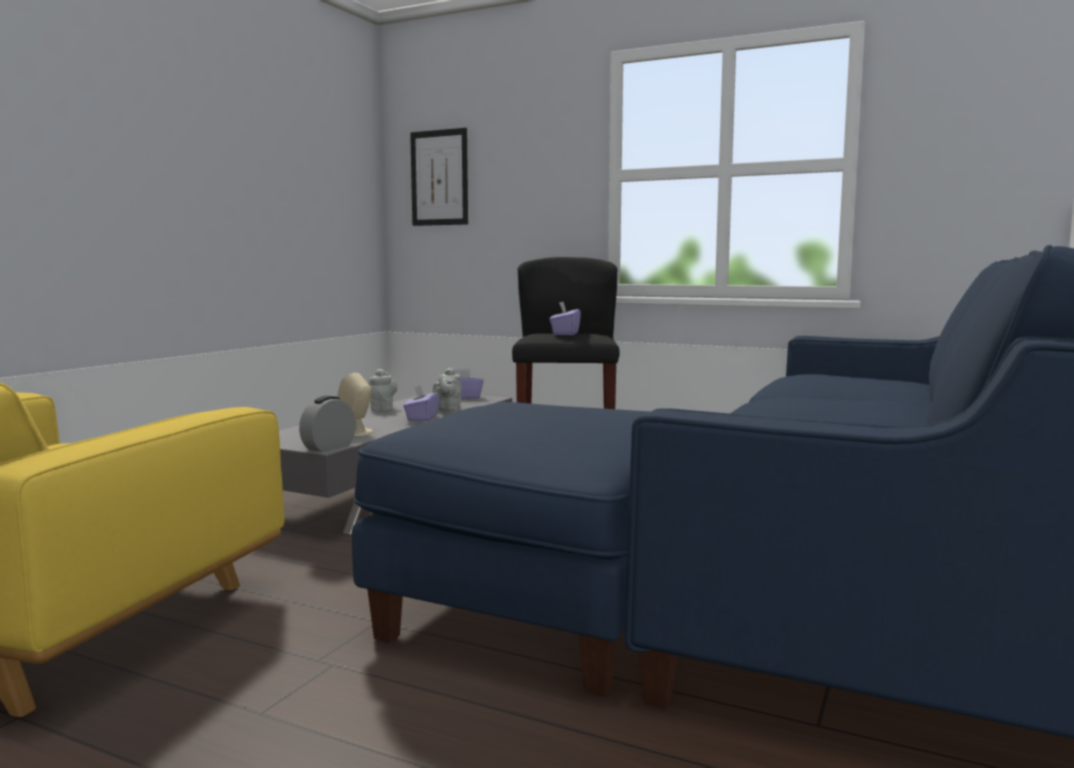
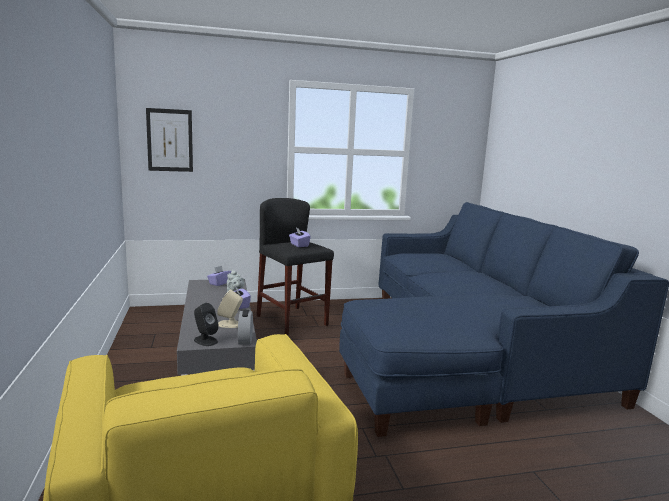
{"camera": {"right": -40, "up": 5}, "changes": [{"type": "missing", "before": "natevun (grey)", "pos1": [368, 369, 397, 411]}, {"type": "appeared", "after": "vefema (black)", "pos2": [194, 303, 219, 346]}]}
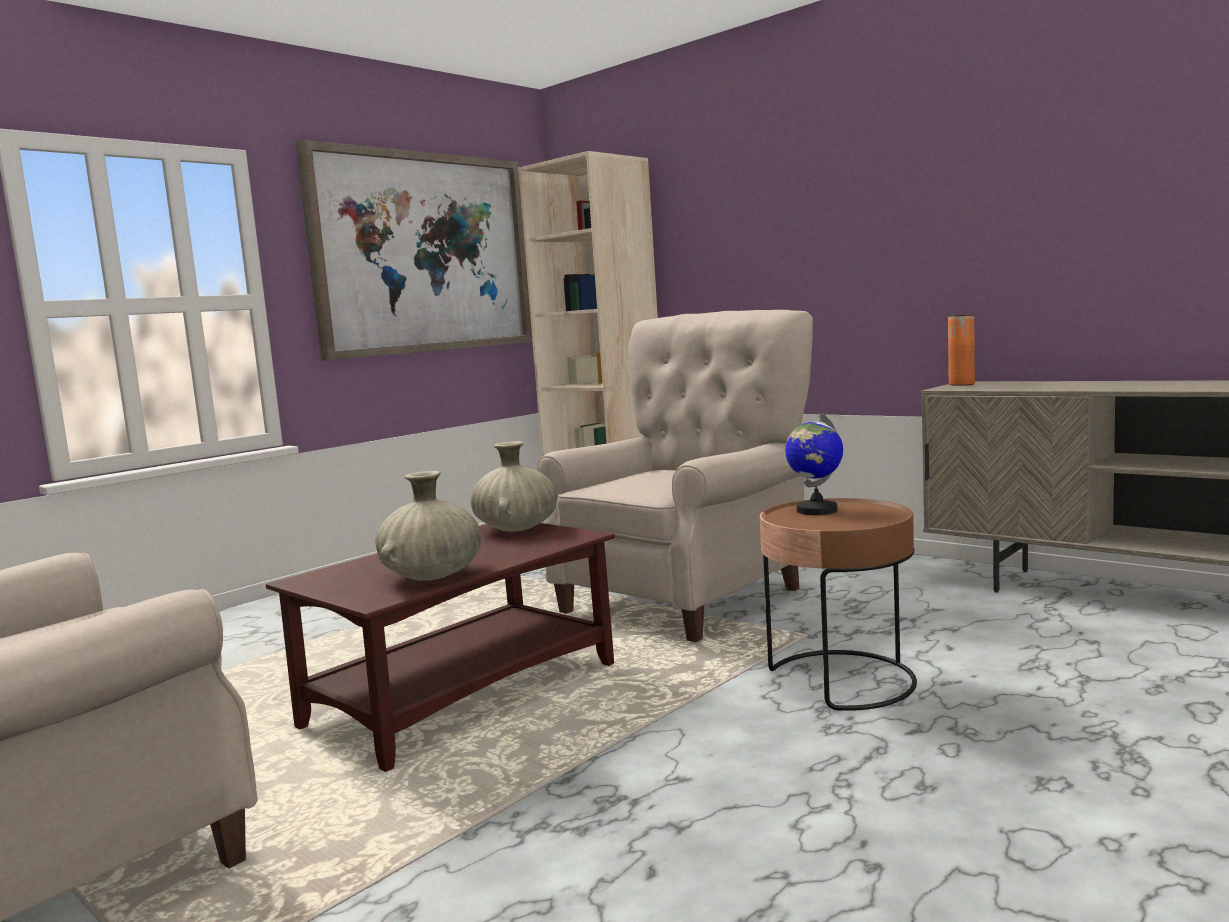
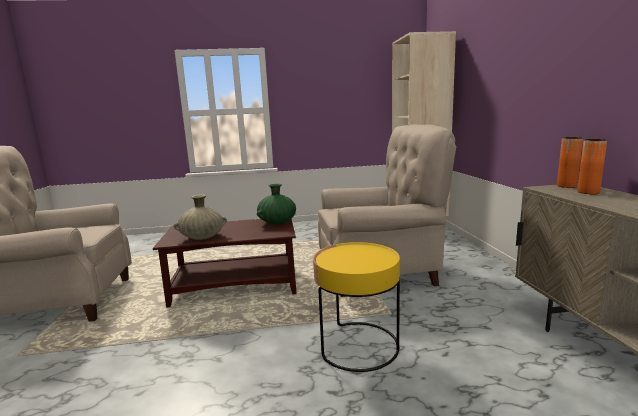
{"camera": {"right": 40, "up": 5}, "changes": [{"type": "missing", "before": "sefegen", "pos1": [295, 140, 533, 361]}, {"type": "colour", "before": "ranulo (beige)", "after": "ranulo (green)", "pos1": [471, 441, 557, 532], "pos2": [257, 184, 296, 224]}, {"type": "colour", "before": "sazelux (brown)", "after": "sazelux (yellow)", "pos1": [760, 498, 917, 711], "pos2": [313, 242, 400, 372]}, {"type": "missing", "before": "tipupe", "pos1": [785, 413, 843, 515]}, {"type": "appeared", "after": "ranulo (orange)", "pos2": [577, 139, 607, 194]}]}
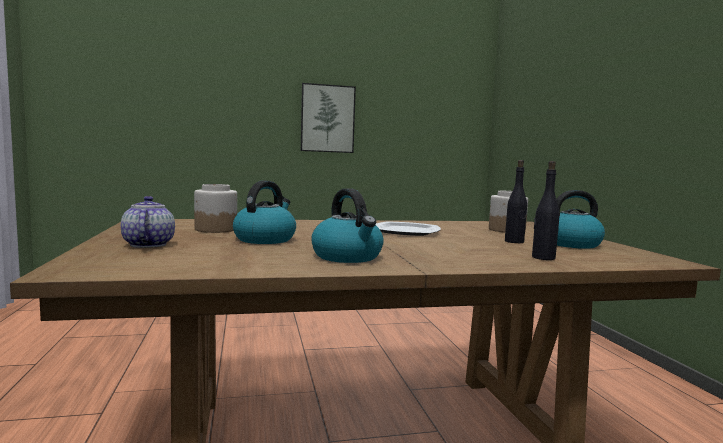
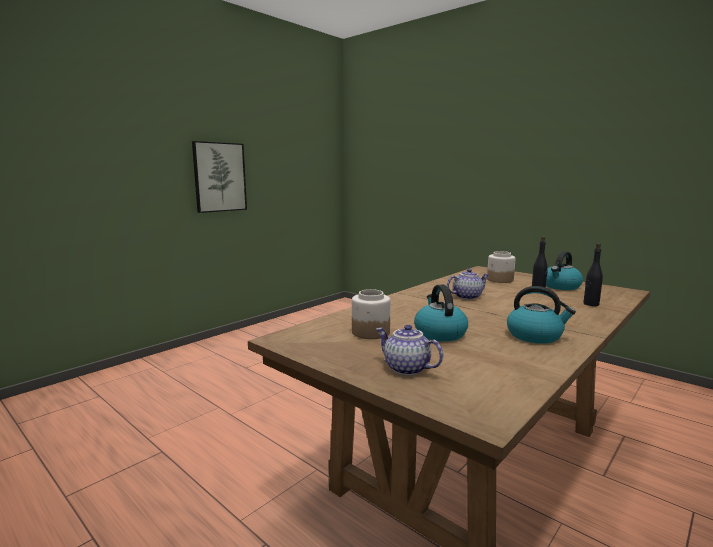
{"camera": {"right": -35, "up": 5}, "changes": [{"type": "exchanged", "before": "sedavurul", "after": "natevun", "pos1": [376, 221, 441, 236], "pos2": [447, 269, 489, 300]}]}
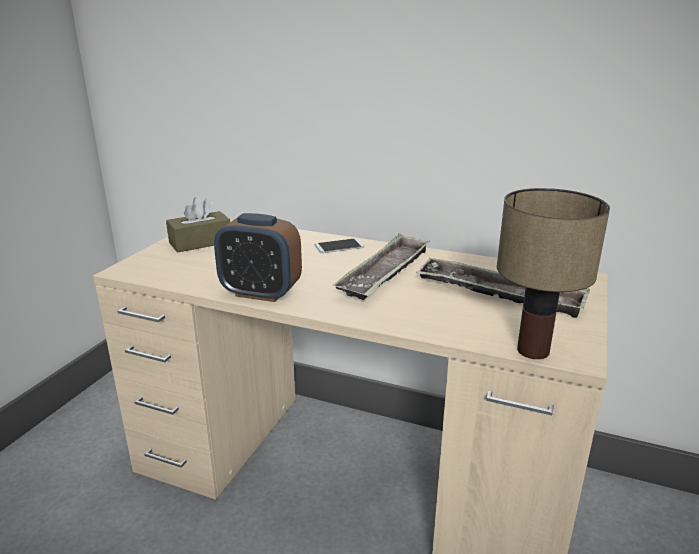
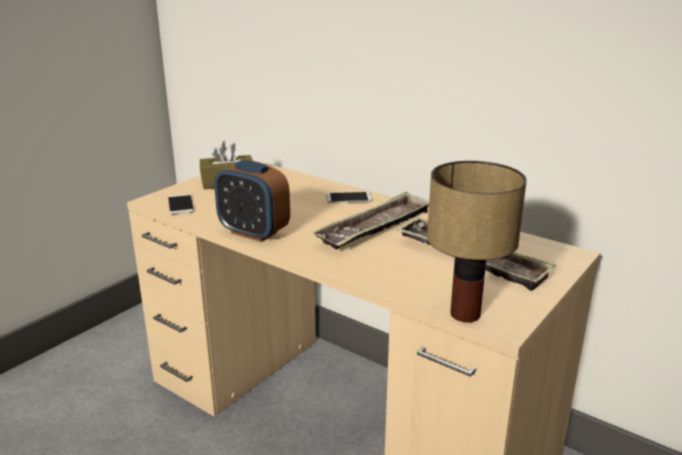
{"camera": {"right": 15, "up": 0}, "changes": [{"type": "appeared", "after": "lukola", "pos2": [168, 194, 194, 214]}]}
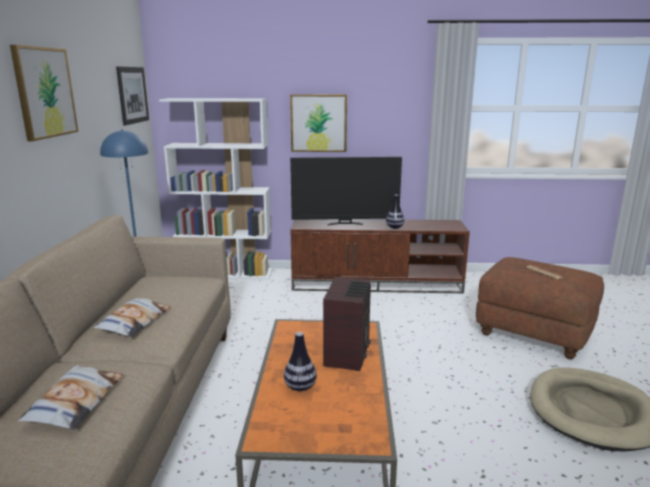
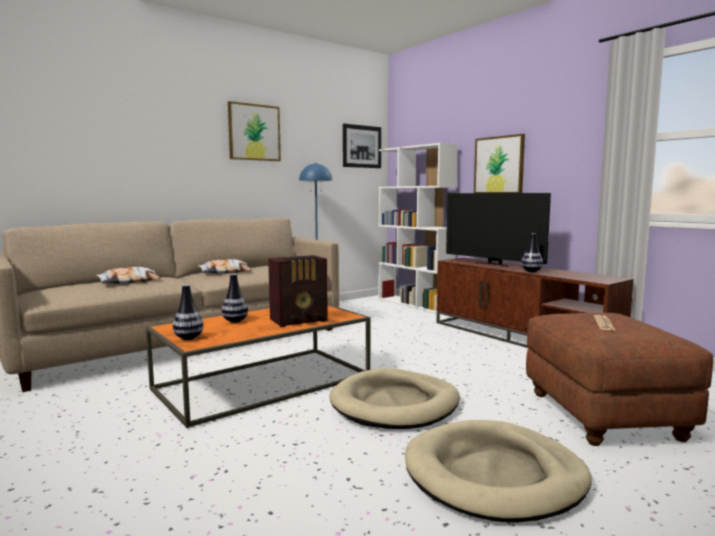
{"camera": {"right": 50, "up": -10}, "changes": [{"type": "appeared", "after": "ranulo", "pos2": [173, 285, 203, 340]}, {"type": "appeared", "after": "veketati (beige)", "pos2": [329, 368, 460, 429]}]}
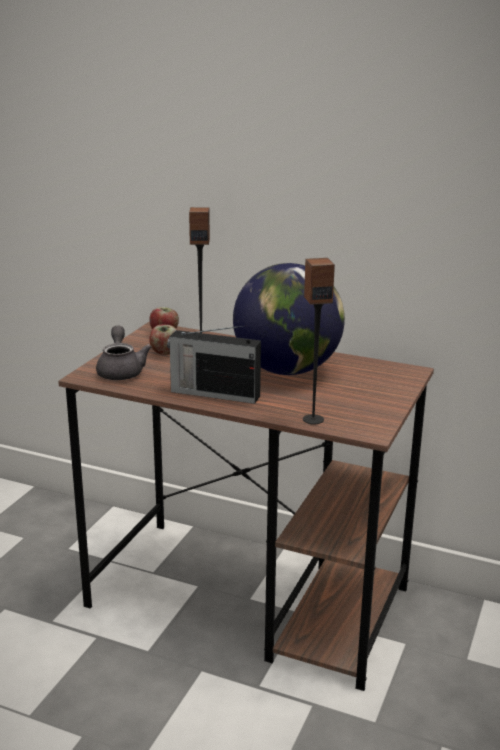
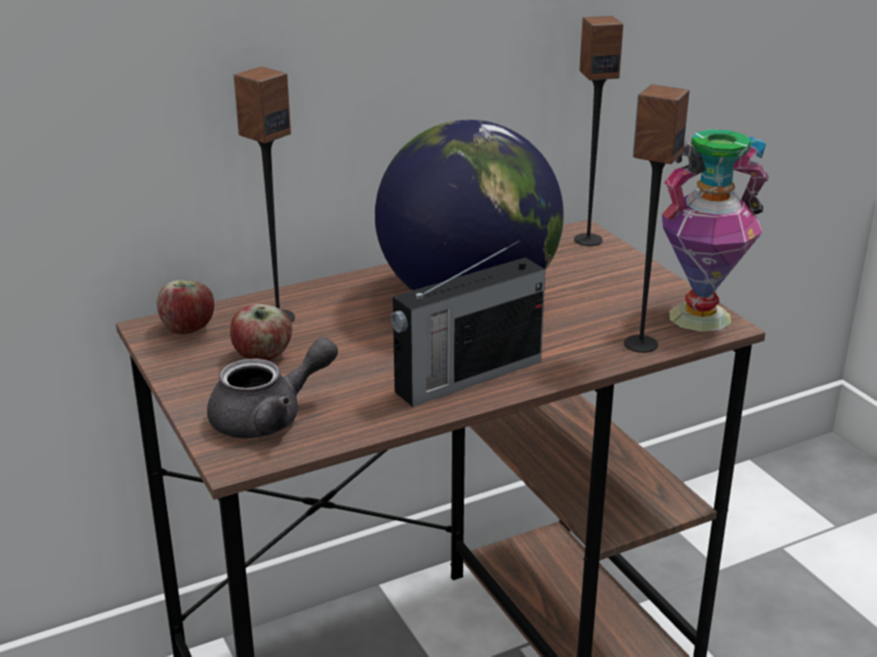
{"camera": {"right": -50, "up": 5}, "changes": [{"type": "spun", "before": "natevun (grey)", "pos1": [96, 325, 152, 380], "pos2": [207, 337, 338, 438], "turn": 120}, {"type": "appeared", "after": "vefema", "pos2": [574, 16, 623, 246]}, {"type": "appeared", "after": "ranulo", "pos2": [662, 129, 769, 332]}]}
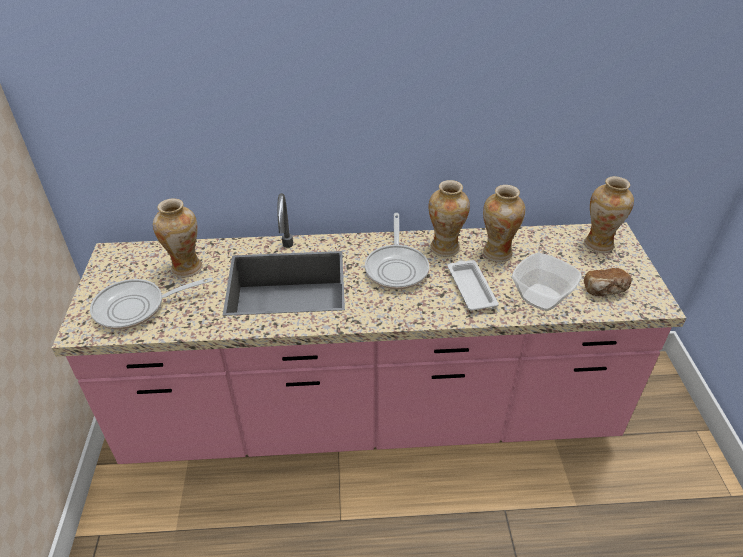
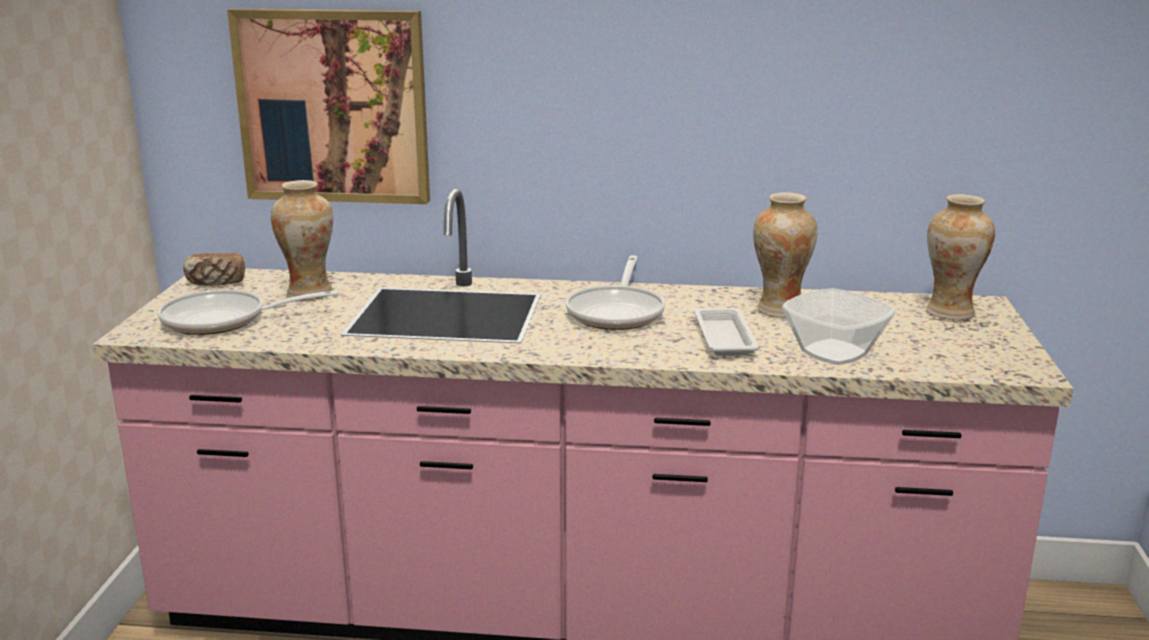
{"camera": {"right": 10, "up": -20}, "changes": [{"type": "missing", "before": "ranulo", "pos1": [428, 180, 470, 257]}, {"type": "relocated", "before": "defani", "pos1": [584, 268, 631, 296], "pos2": [183, 253, 245, 286]}, {"type": "appeared", "after": "sefegen", "pos2": [227, 9, 430, 204]}]}
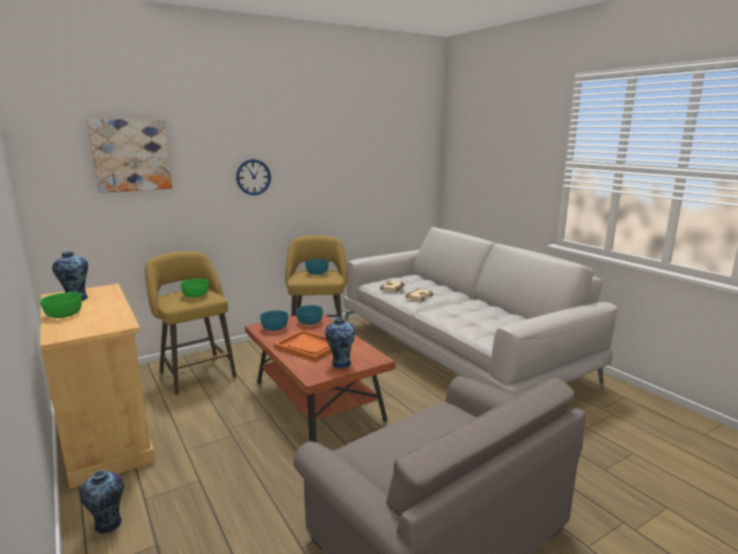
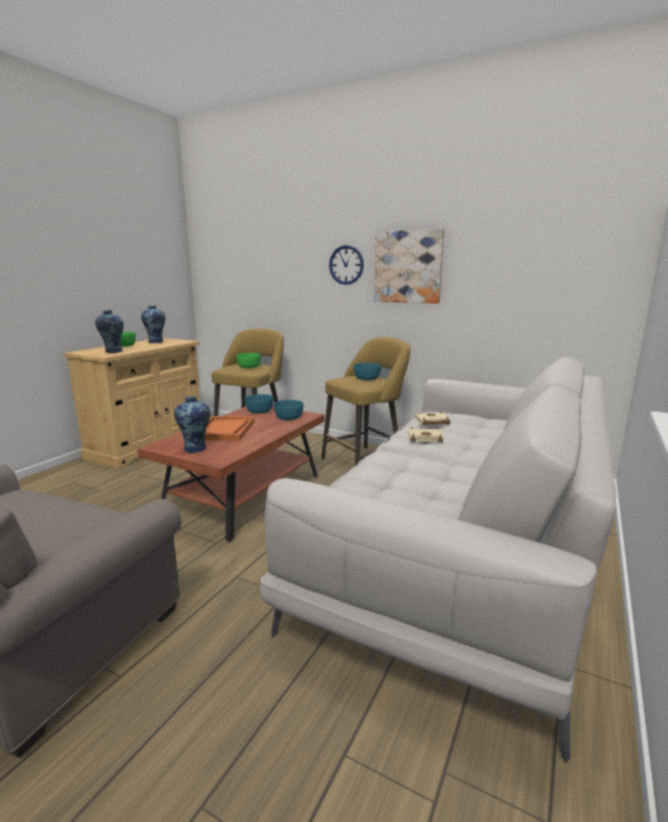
{"camera": {"right": 60, "up": 0}, "changes": [{"type": "relocated", "before": "ranulo", "pos1": [79, 470, 124, 534], "pos2": [95, 310, 124, 353]}, {"type": "relocated", "before": "sefegen", "pos1": [87, 119, 172, 193], "pos2": [374, 229, 444, 303]}]}
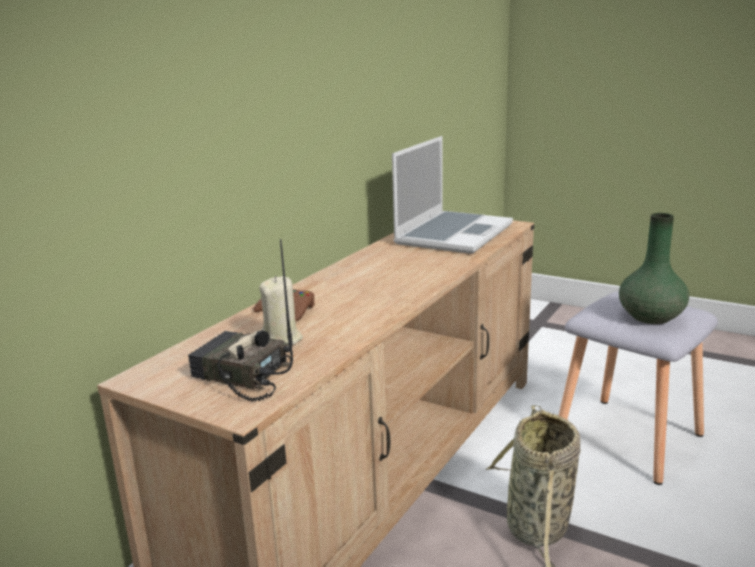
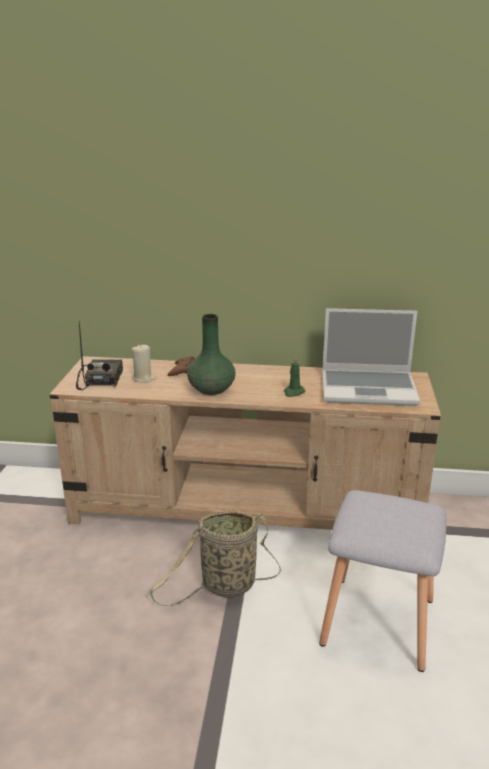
{"camera": {"right": 65, "up": 5}, "changes": [{"type": "relocated", "before": "ranulo (green)", "pos1": [619, 213, 689, 324], "pos2": [187, 314, 235, 395]}, {"type": "appeared", "after": "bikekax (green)", "pos2": [284, 357, 306, 397]}]}
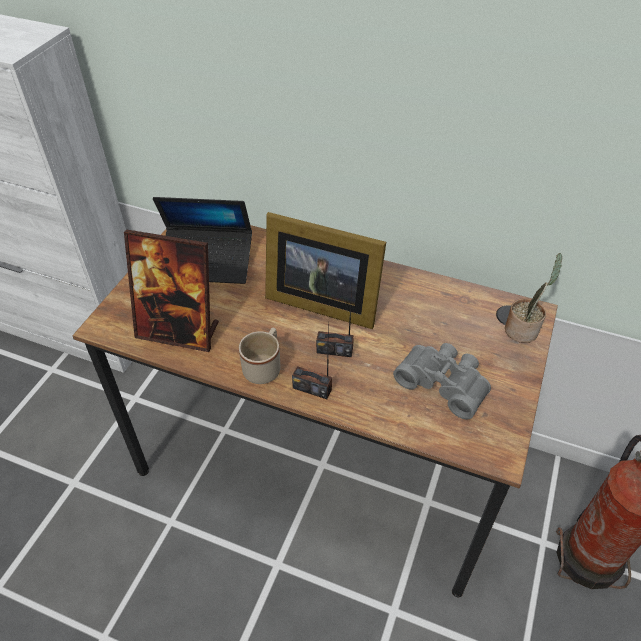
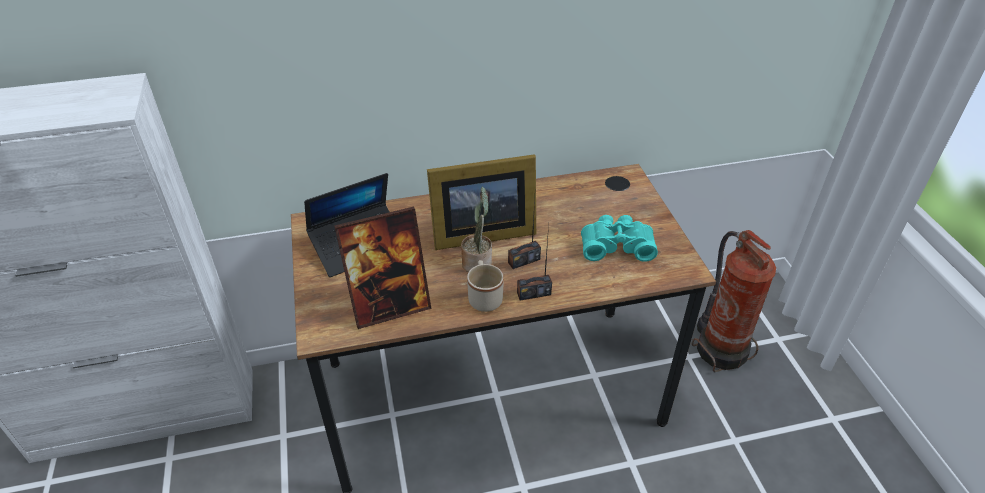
{"camera": {"right": -35, "up": -5}, "changes": [{"type": "colour", "before": "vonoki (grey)", "after": "vonoki (turquoise)", "pos1": [393, 343, 491, 420], "pos2": [581, 215, 658, 262]}, {"type": "relocated", "before": "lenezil", "pos1": [505, 253, 562, 343], "pos2": [461, 187, 492, 272]}]}
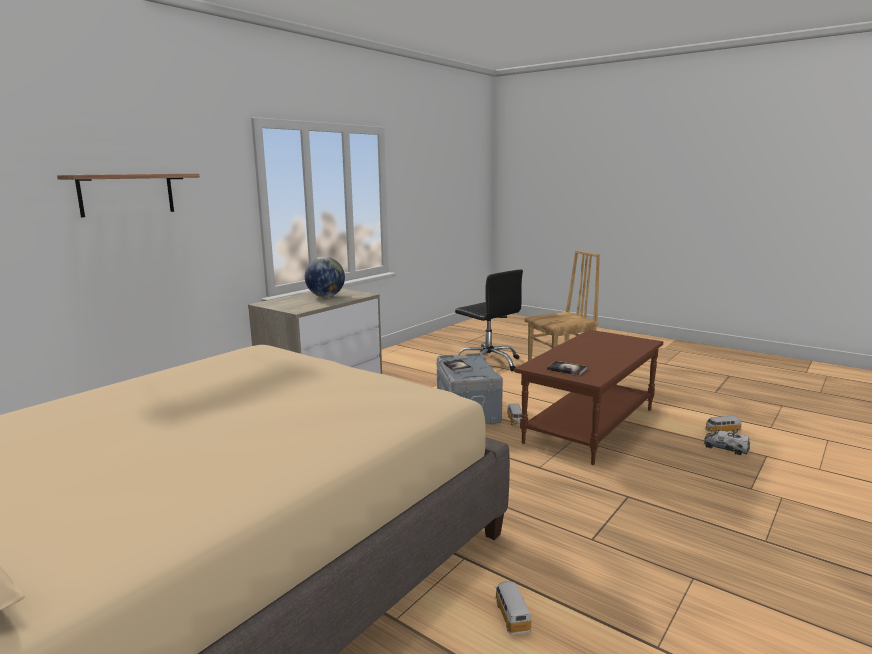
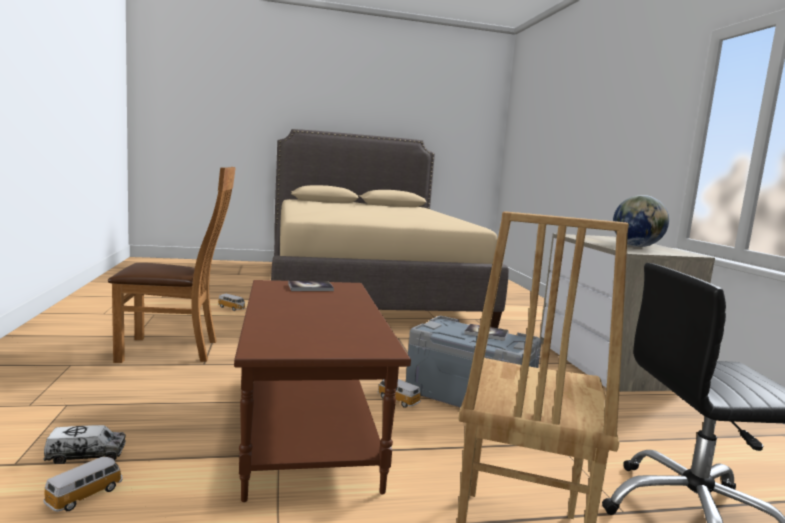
{"camera": {"right": 130, "up": -5}, "changes": [{"type": "missing", "before": "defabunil", "pos1": [57, 174, 200, 217]}, {"type": "appeared", "after": "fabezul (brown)", "pos2": [108, 167, 236, 363]}]}
